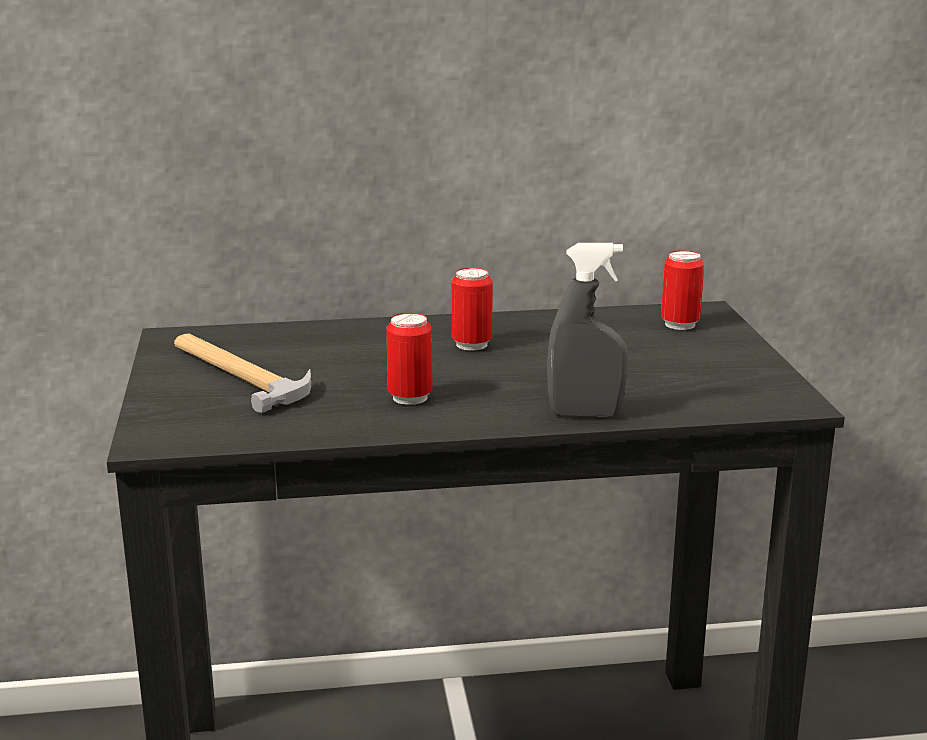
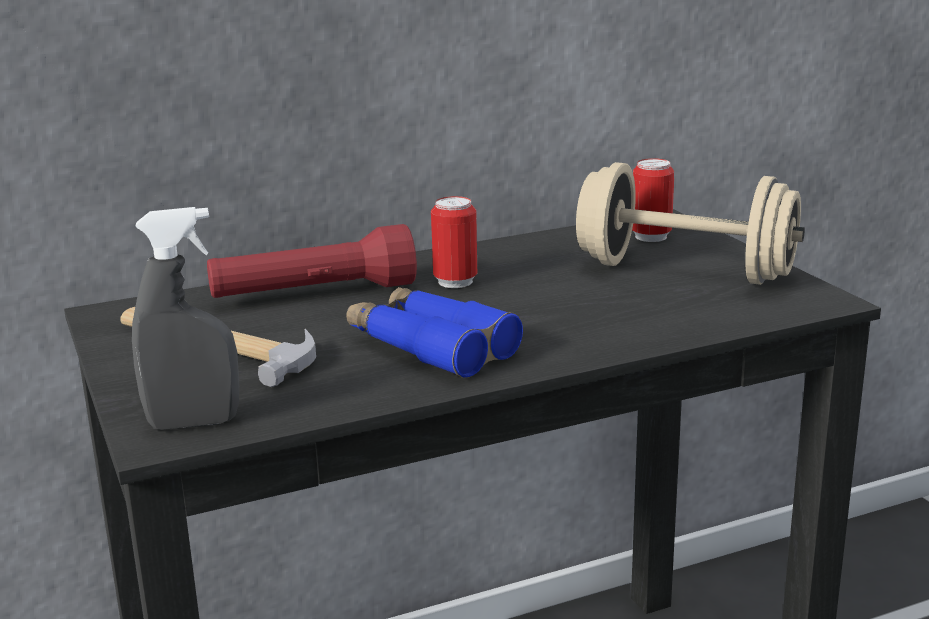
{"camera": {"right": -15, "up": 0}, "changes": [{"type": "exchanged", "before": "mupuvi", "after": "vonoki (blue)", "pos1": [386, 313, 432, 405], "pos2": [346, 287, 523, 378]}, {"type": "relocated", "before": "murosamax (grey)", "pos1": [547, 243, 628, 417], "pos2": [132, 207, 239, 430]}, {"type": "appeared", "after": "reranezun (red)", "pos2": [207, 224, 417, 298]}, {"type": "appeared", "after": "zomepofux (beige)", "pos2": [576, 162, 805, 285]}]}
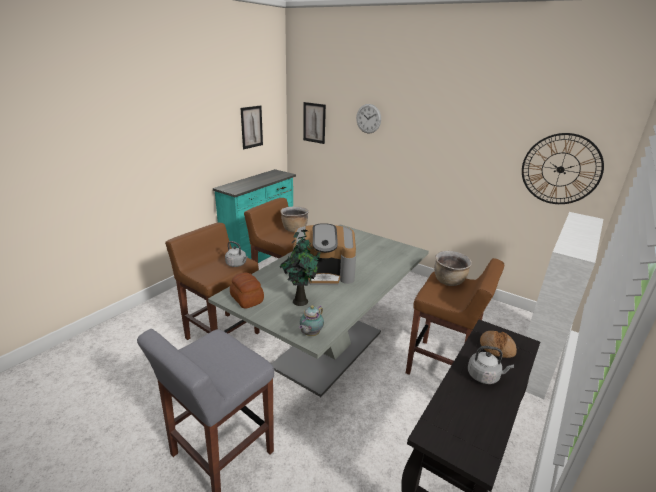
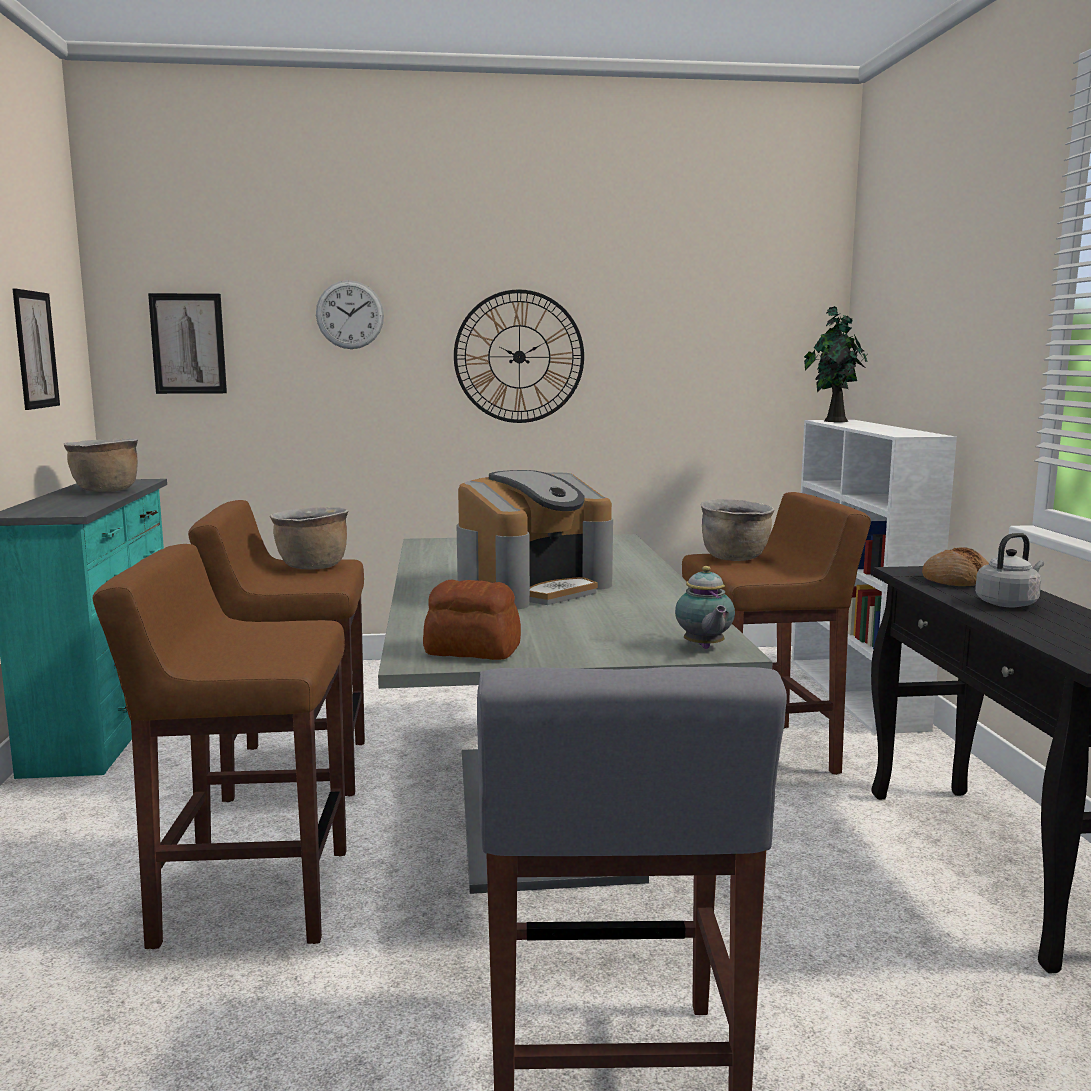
{"camera": {"right": -40, "up": -15}, "changes": [{"type": "missing", "before": "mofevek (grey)", "pos1": [225, 241, 248, 267]}, {"type": "relocated", "before": "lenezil", "pos1": [279, 229, 321, 306], "pos2": [804, 306, 868, 422]}, {"type": "relocated", "before": "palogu", "pos1": [522, 133, 604, 204], "pos2": [454, 289, 584, 423]}, {"type": "appeared", "after": "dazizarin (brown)", "pos2": [64, 439, 138, 492]}]}
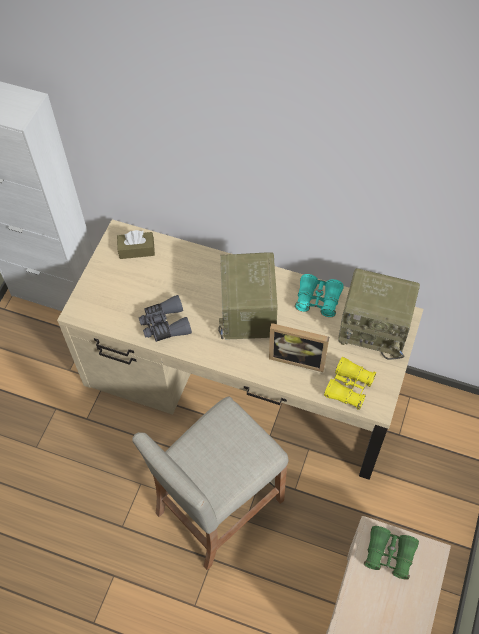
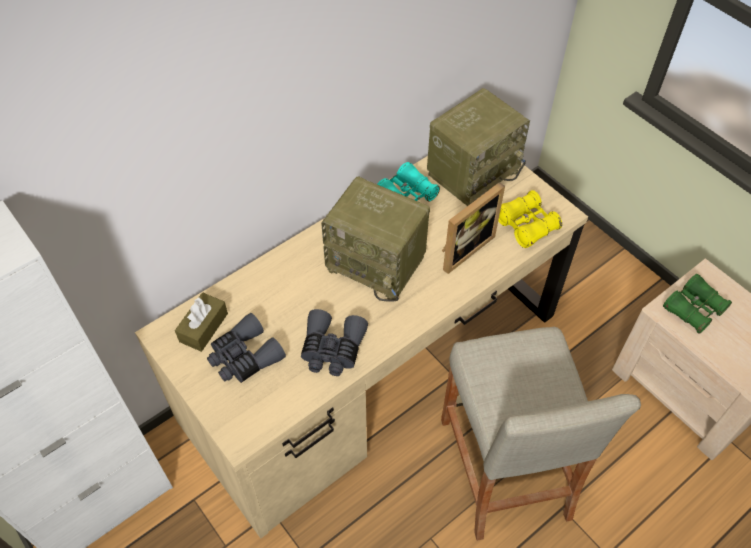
{"camera": {"right": -60, "up": -5}, "changes": [{"type": "appeared", "after": "vonoki (grey)", "pos2": [207, 313, 286, 383]}]}
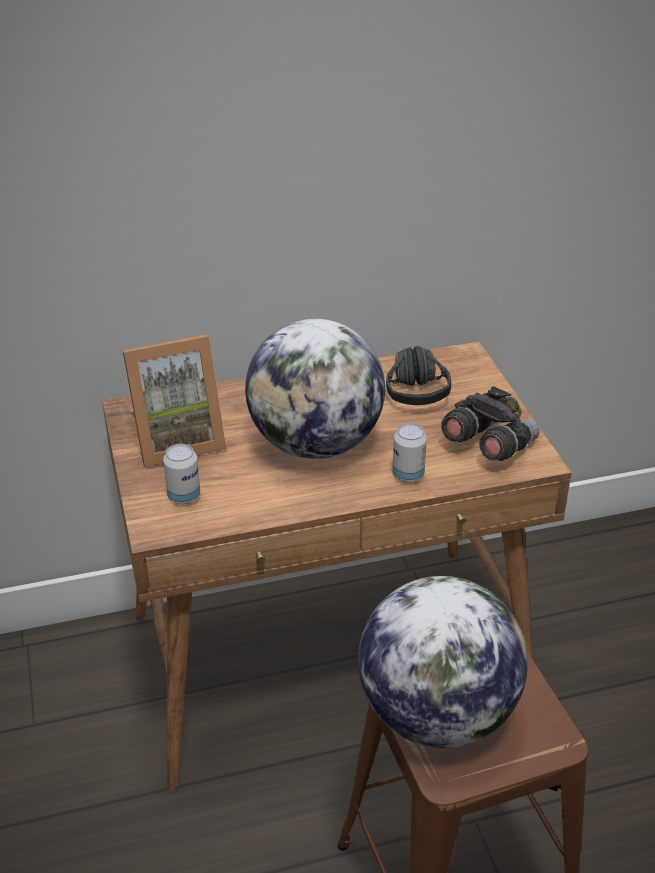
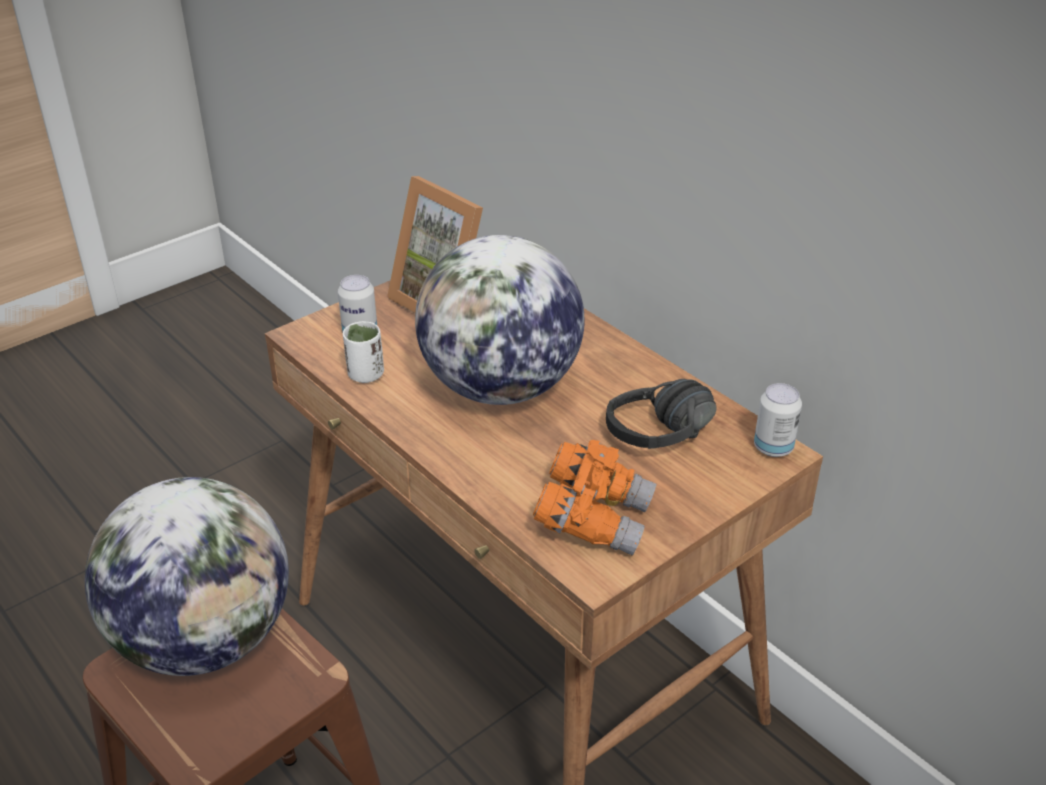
{"camera": {"right": 65, "up": 0}, "changes": [{"type": "relocated", "before": "mupuvi", "pos1": [392, 423, 427, 482], "pos2": [754, 383, 802, 457]}, {"type": "colour", "before": "vonoki (grey)", "after": "vonoki (orange)", "pos1": [441, 386, 540, 461], "pos2": [533, 440, 656, 555]}, {"type": "appeared", "after": "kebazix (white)", "pos2": [343, 321, 384, 383]}]}
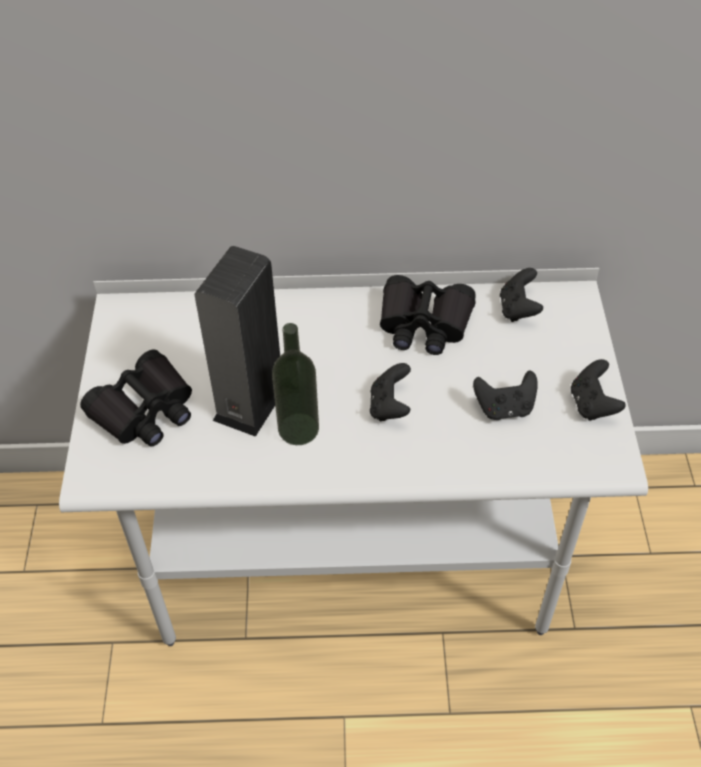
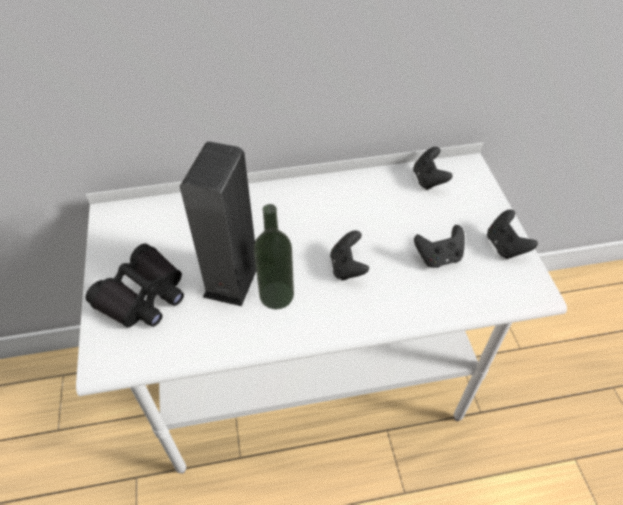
{"camera": {"right": -10, "up": 0}, "changes": [{"type": "missing", "before": "vonoki (black)", "pos1": [380, 275, 476, 355]}]}
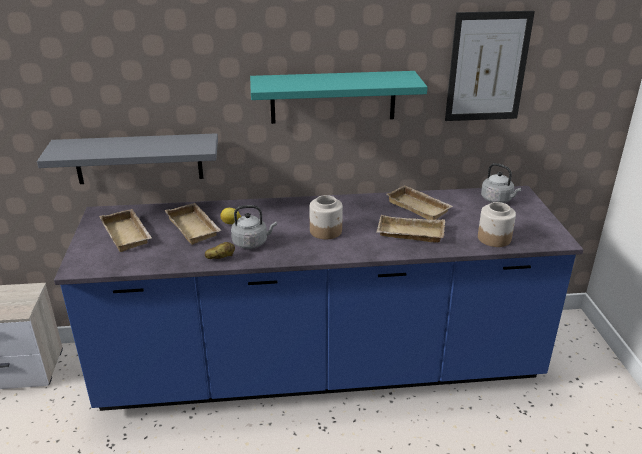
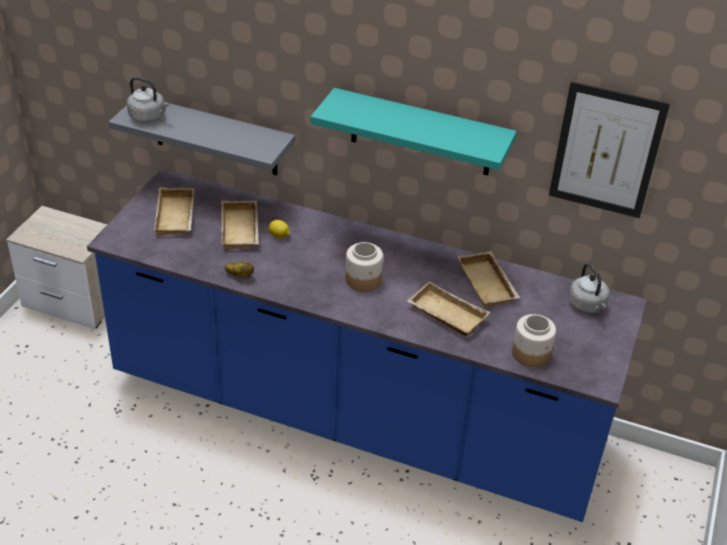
{"camera": {"right": 25, "up": 10}, "changes": [{"type": "relocated", "before": "mofevek (grey)", "pos1": [231, 205, 277, 249], "pos2": [127, 77, 170, 123]}]}
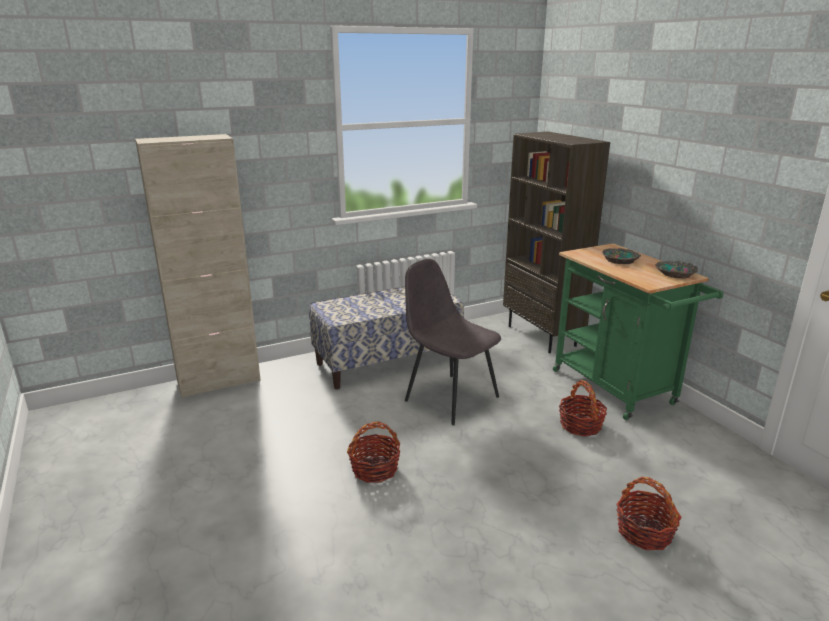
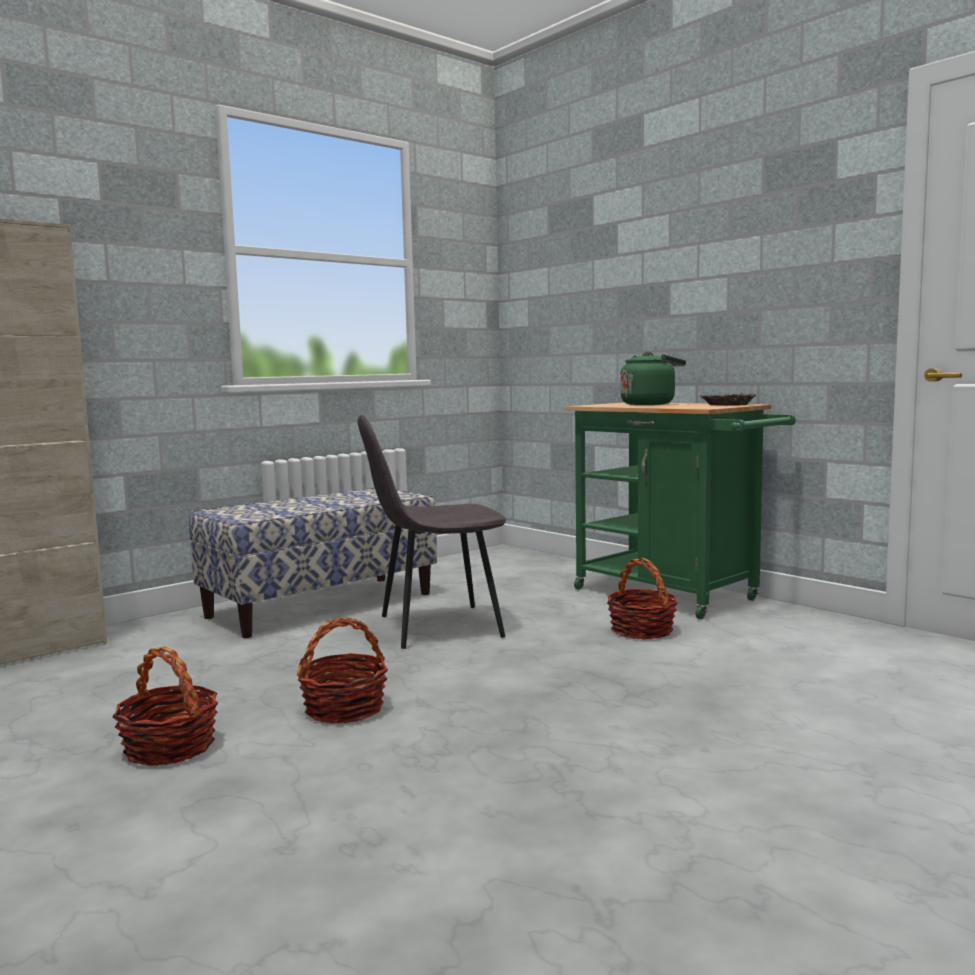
{"camera": {"right": -15, "up": -15}, "changes": [{"type": "spun", "before": "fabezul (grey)", "pos1": [405, 259, 501, 425], "pos2": [358, 415, 506, 649], "turn": -45}, {"type": "missing", "before": "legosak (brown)", "pos1": [503, 131, 610, 353]}, {"type": "exchanged", "before": "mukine", "after": "mofevek (green)", "pos1": [602, 248, 641, 264], "pos2": [620, 352, 686, 405]}, {"type": "relocated", "before": "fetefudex", "pos1": [616, 477, 682, 550], "pos2": [112, 647, 218, 766]}]}
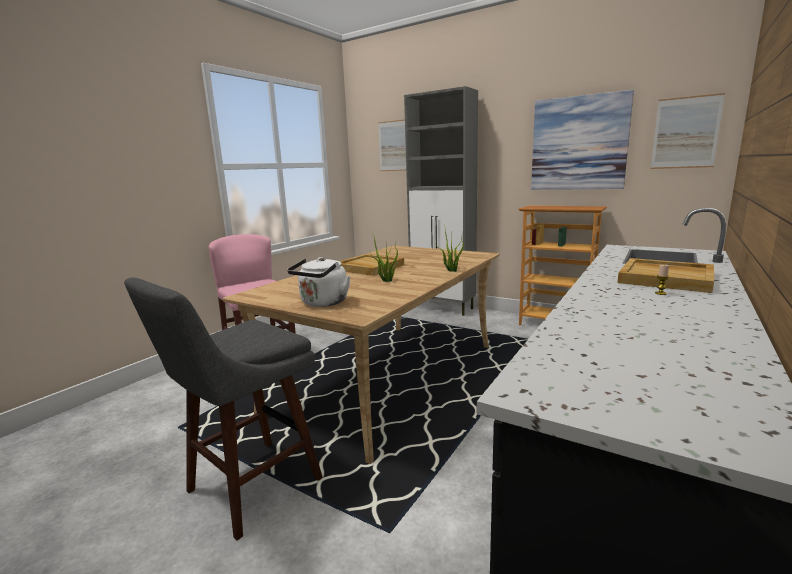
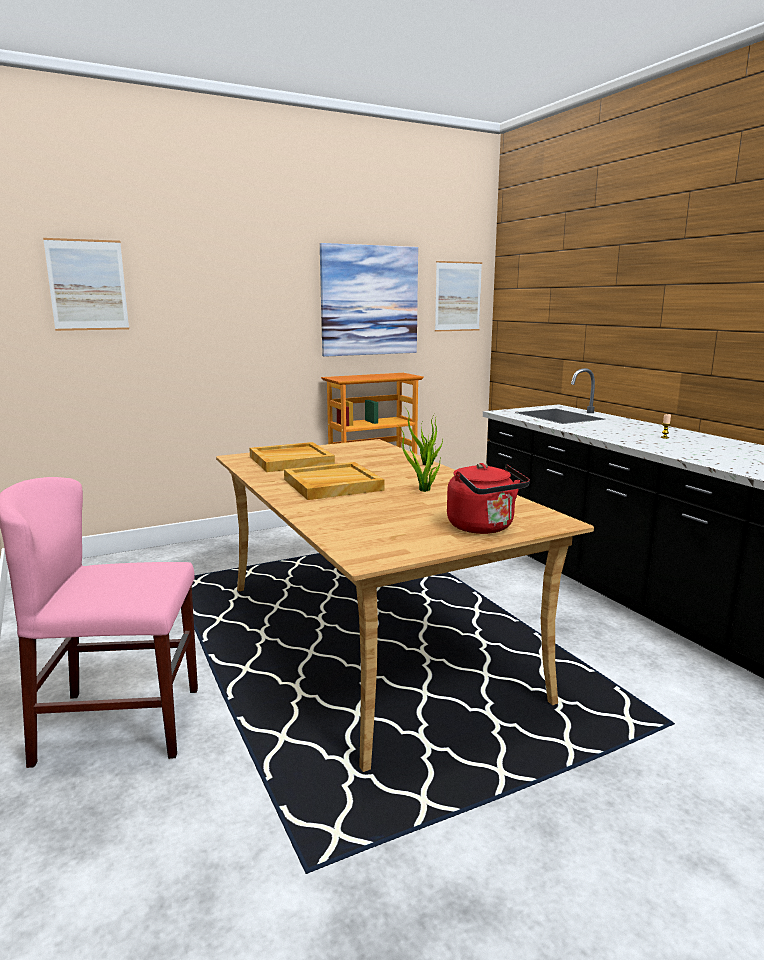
{"camera": {"right": -60, "up": 0}, "changes": [{"type": "missing", "before": "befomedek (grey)", "pos1": [124, 277, 323, 540]}, {"type": "colour", "before": "mofevek (white)", "after": "mofevek (red)", "pos1": [287, 257, 351, 307], "pos2": [447, 463, 530, 534]}, {"type": "missing", "before": "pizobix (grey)", "pos1": [404, 86, 478, 316]}, {"type": "relocated", "before": "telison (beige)", "pos1": [617, 258, 714, 293], "pos2": [249, 442, 335, 472]}]}
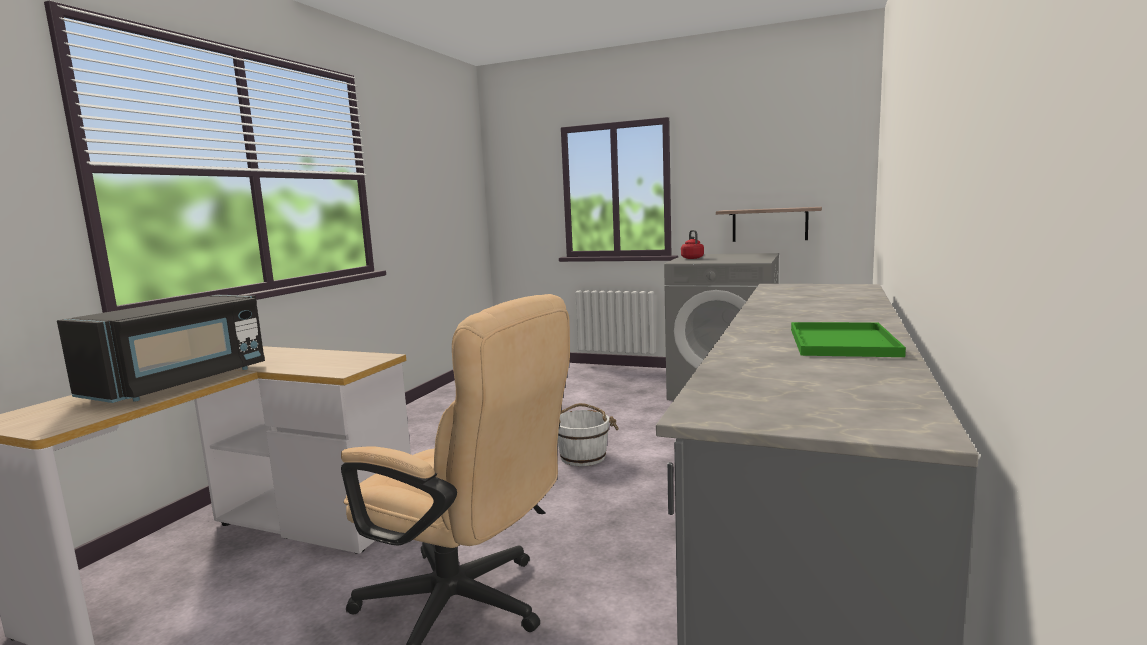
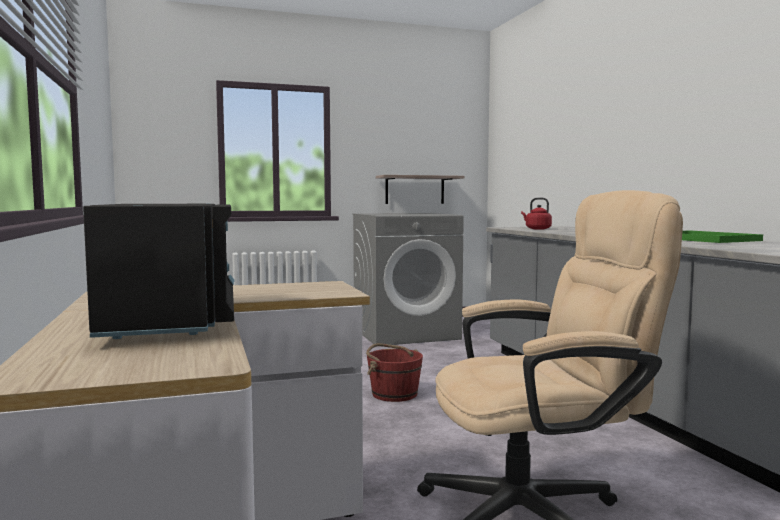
{"camera": {"right": -40, "up": -5}, "changes": [{"type": "colour", "before": "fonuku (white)", "after": "fonuku (red)", "pos1": [558, 403, 619, 466], "pos2": [366, 343, 423, 402]}, {"type": "relocated", "before": "mofevek (red)", "pos1": [681, 230, 704, 259], "pos2": [521, 197, 552, 230]}]}
